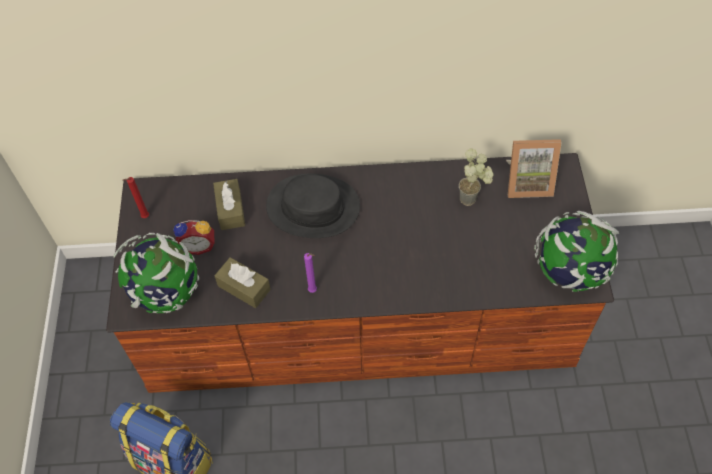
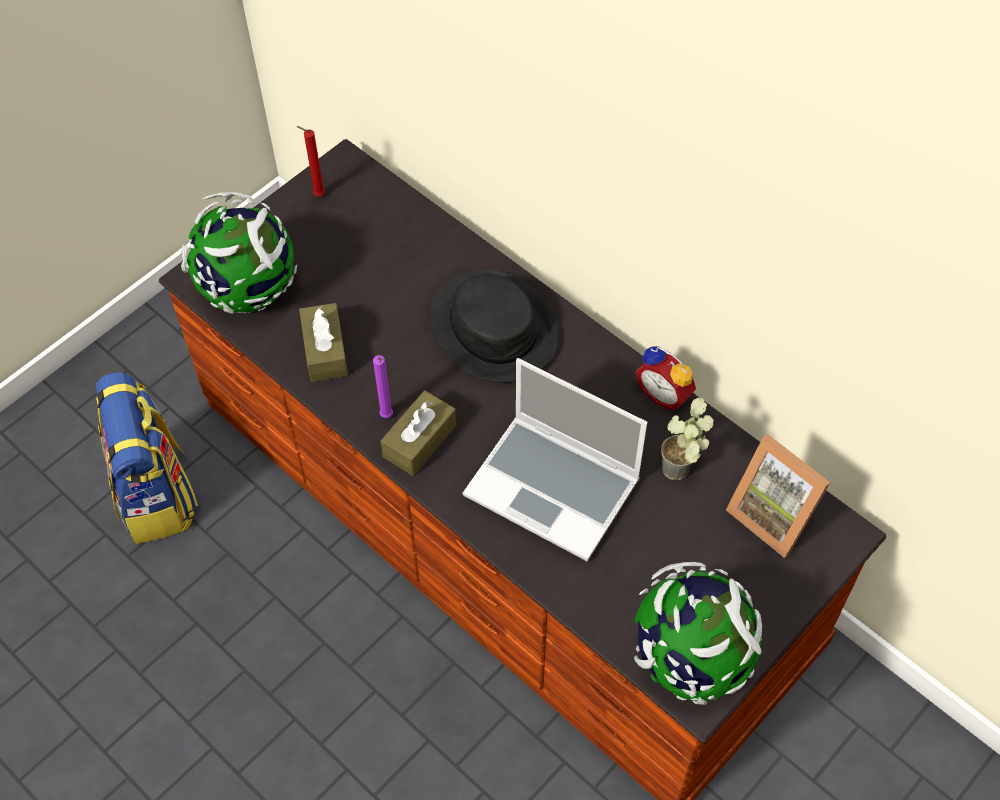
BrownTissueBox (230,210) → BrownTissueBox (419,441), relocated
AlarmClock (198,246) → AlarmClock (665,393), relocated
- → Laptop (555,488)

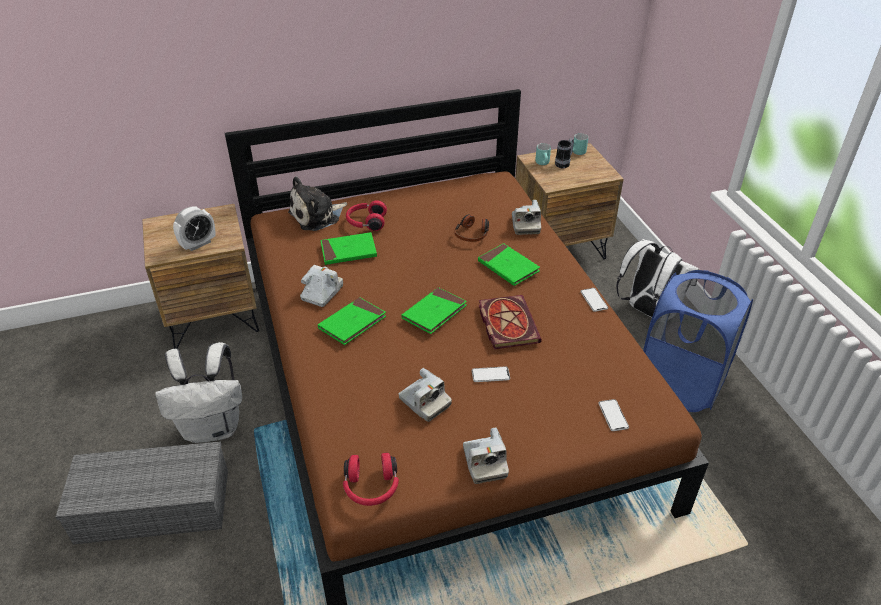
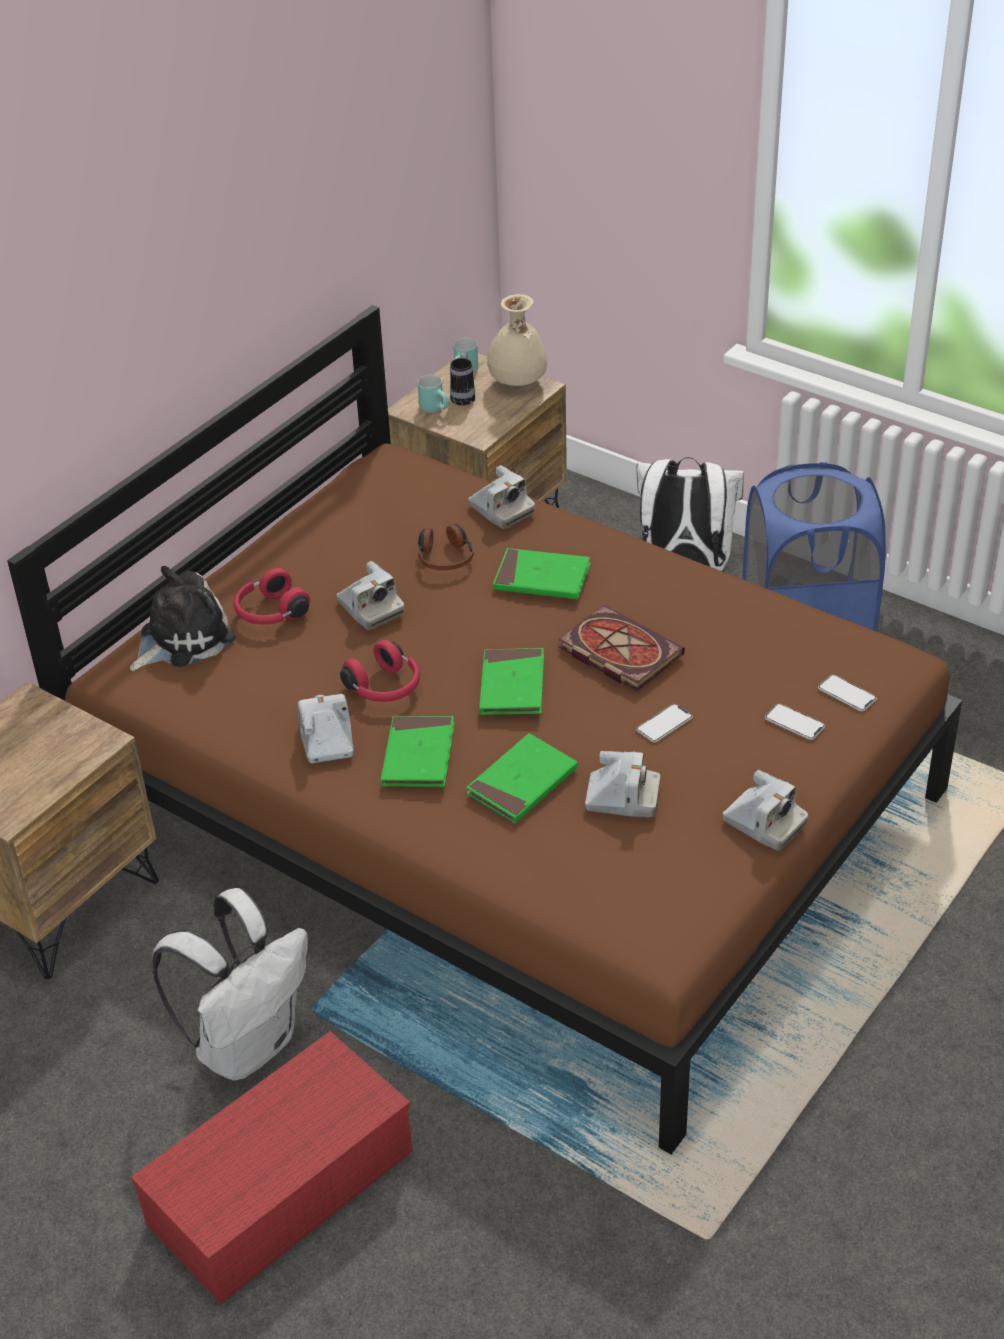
PlushToy (317,216) → PlushToy (182,638), 150 degrees counterclockwise
AlarmClock (198,244) → -
GreenBook (348,251) → GreenBook (522,782), relocated
Phone (593,300) → Phone (794,723), relocated
GreyStorageBox (156,504) → RedStorageBox (282,1183)
RedHeadphones (371,488) → RedHeadphones (385,688), relocated
- → BeigeVase (517,383)
- → PhotoCamera (370,609)

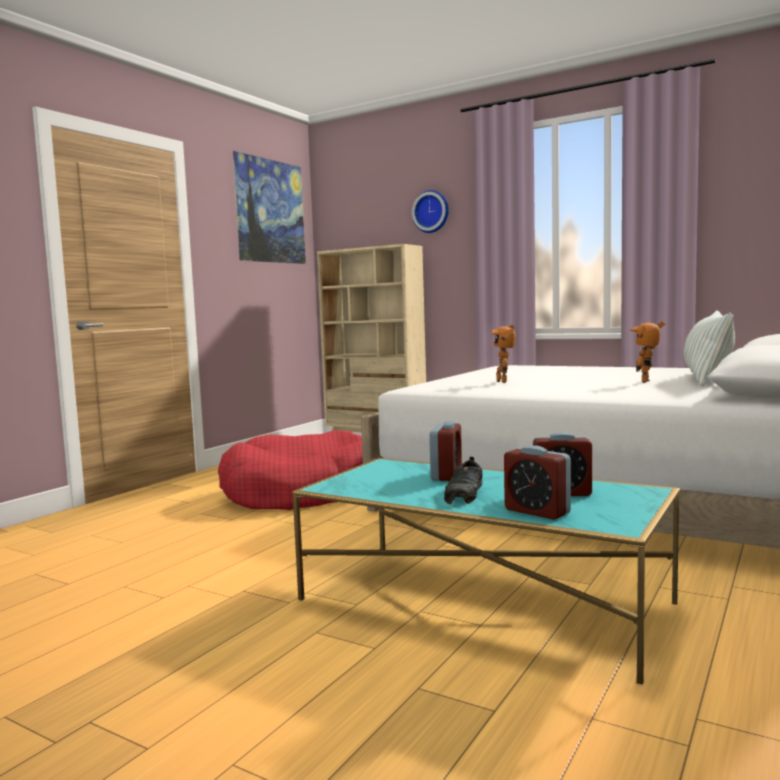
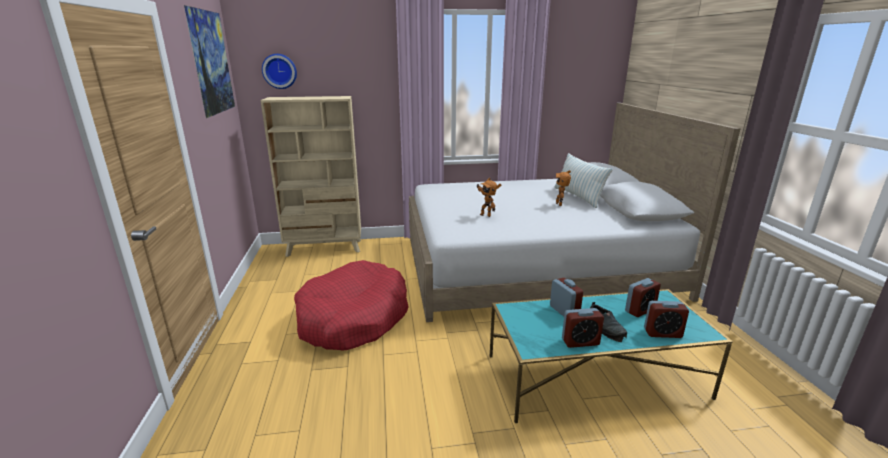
WallClock (431,212) → WallClock (280,71), relocated
- → AlarmClock (580,342)

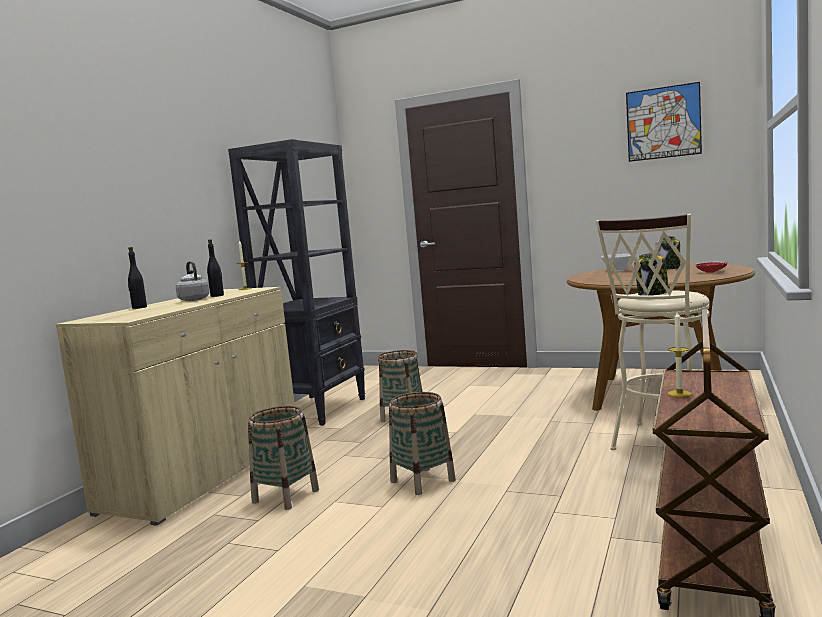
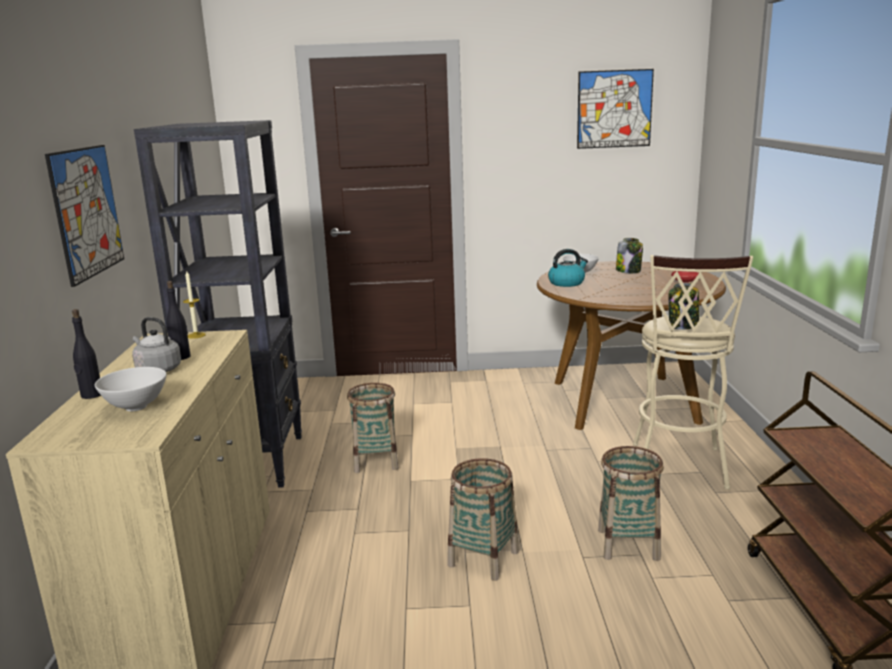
Candle (679,393) → -
Basket (285,496) → Basket (628,544), relocated
- → Picture (87,212)
- → Kettle (567,283)
- → WhiteBowl (135,407)

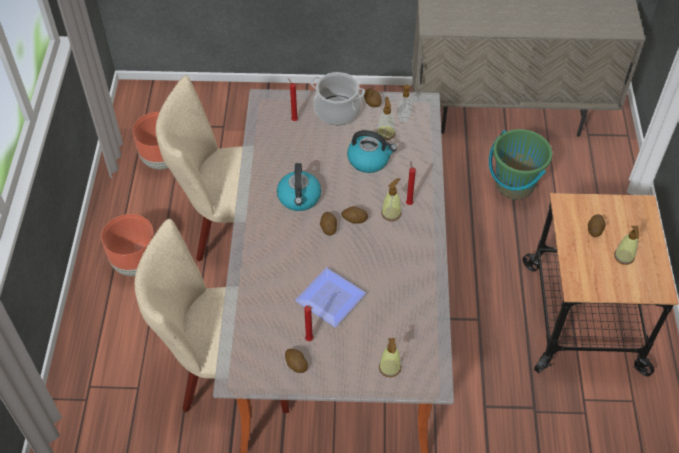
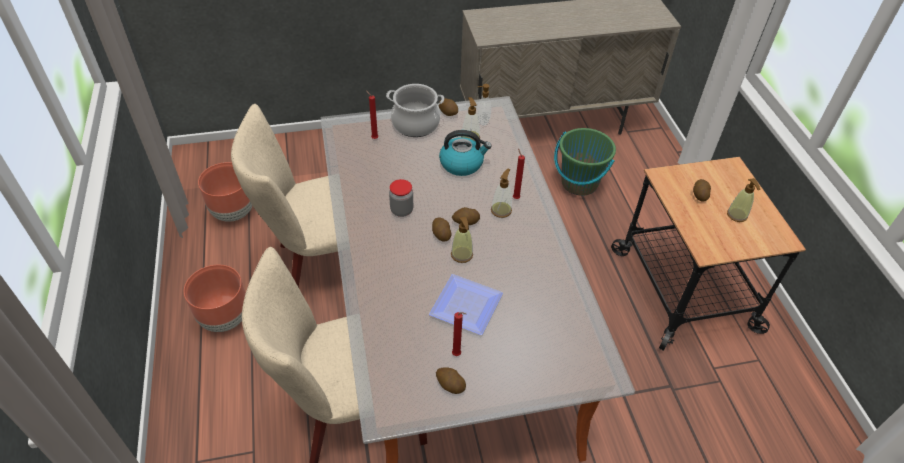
Kettle (299,198) → Jar (401,210)
SoapDispenser (390,368) → SoapDispenser (462,255), relocated

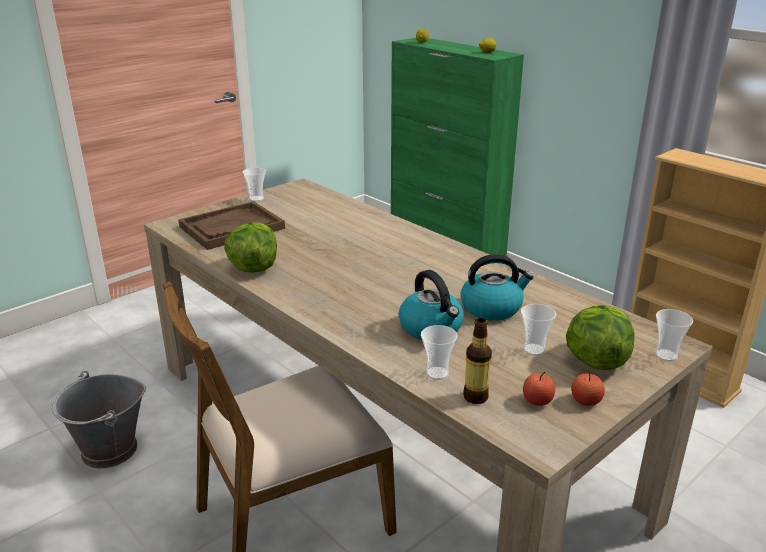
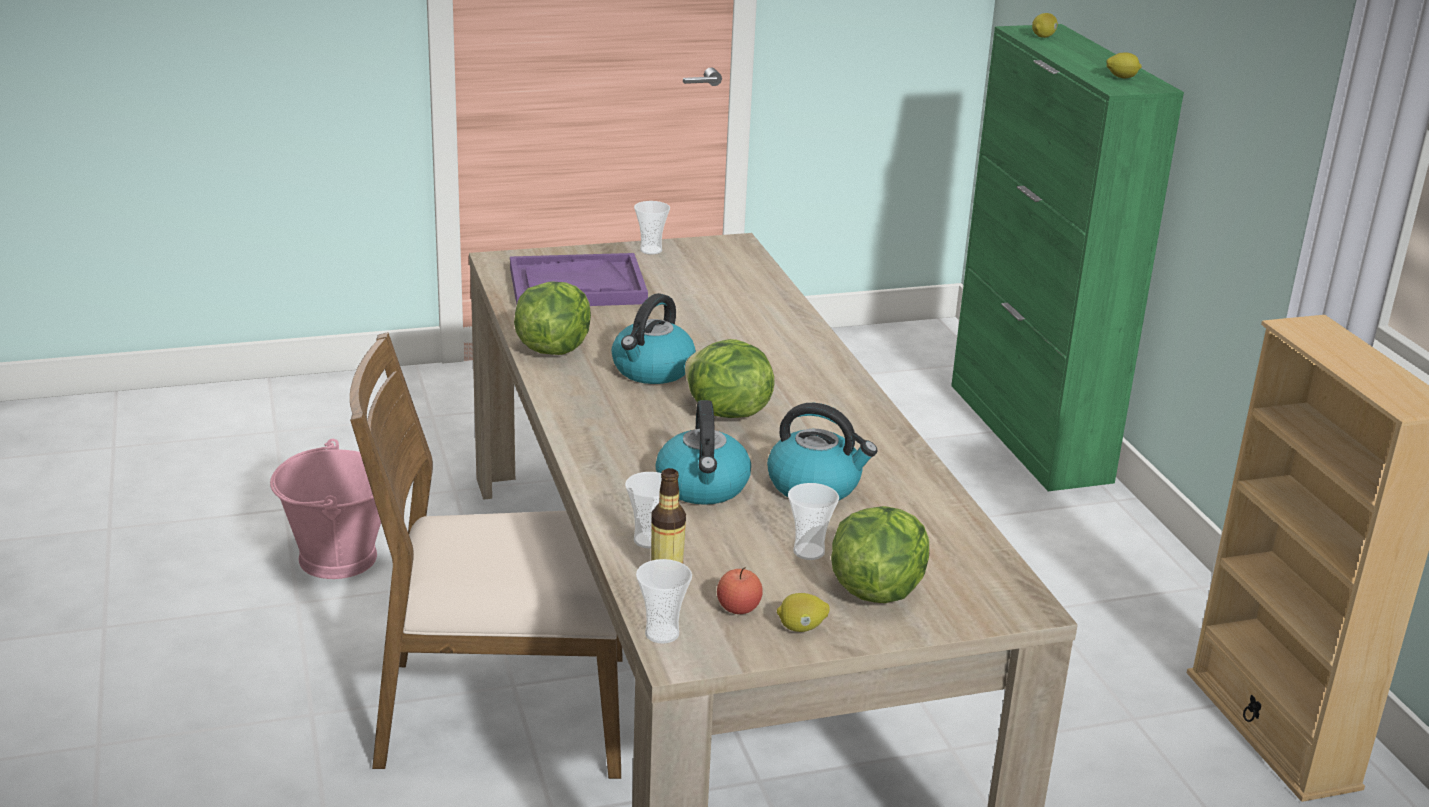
BrownTray (232,228) → PurpleTray (577,286)
Cup (666,355) → Cup (662,633), relocated
Apple (586,401) → Lemon (801,628)
GreyBucket (109,450) → PinkBucket (337,558)
- → Kettle (652,370)
- → Lettuce (725,413)

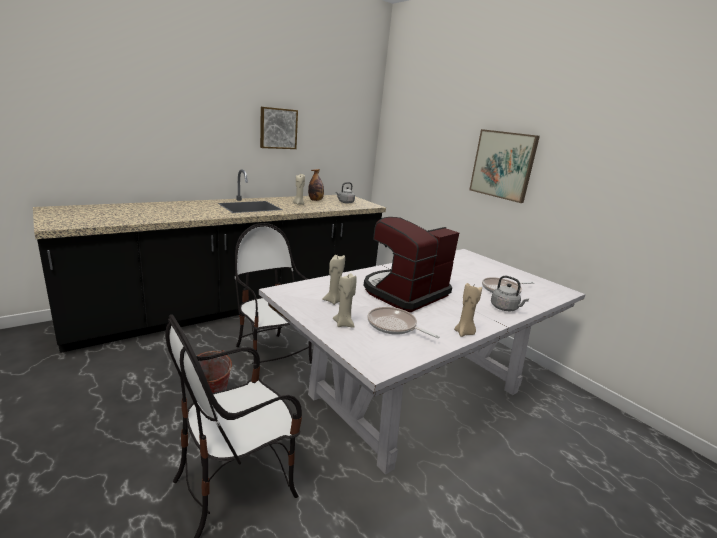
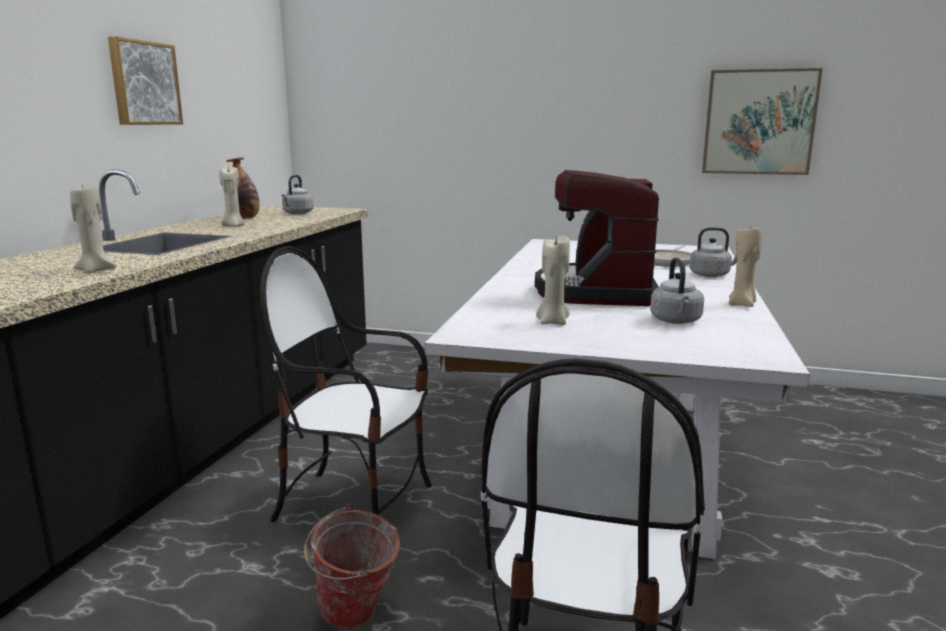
Picture (503,165) → Picture (759,122), relocated
BeigeCandle (344,324) → BeigeCandle (96,270), relocated
FryingPan (394,326) → GreyKettle (676,321)

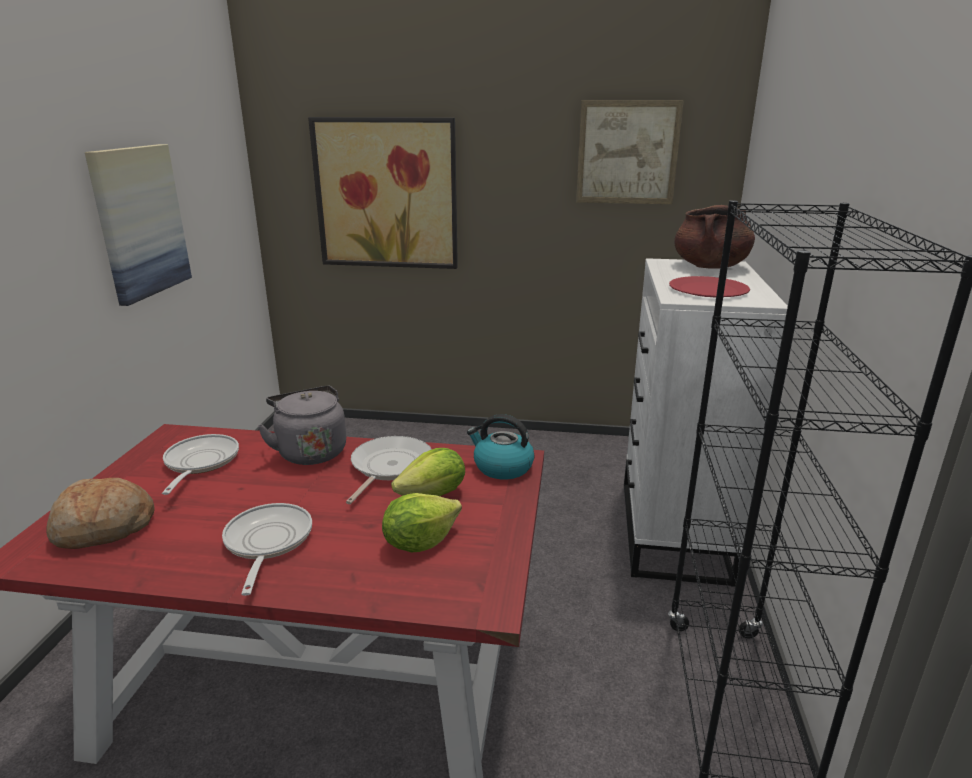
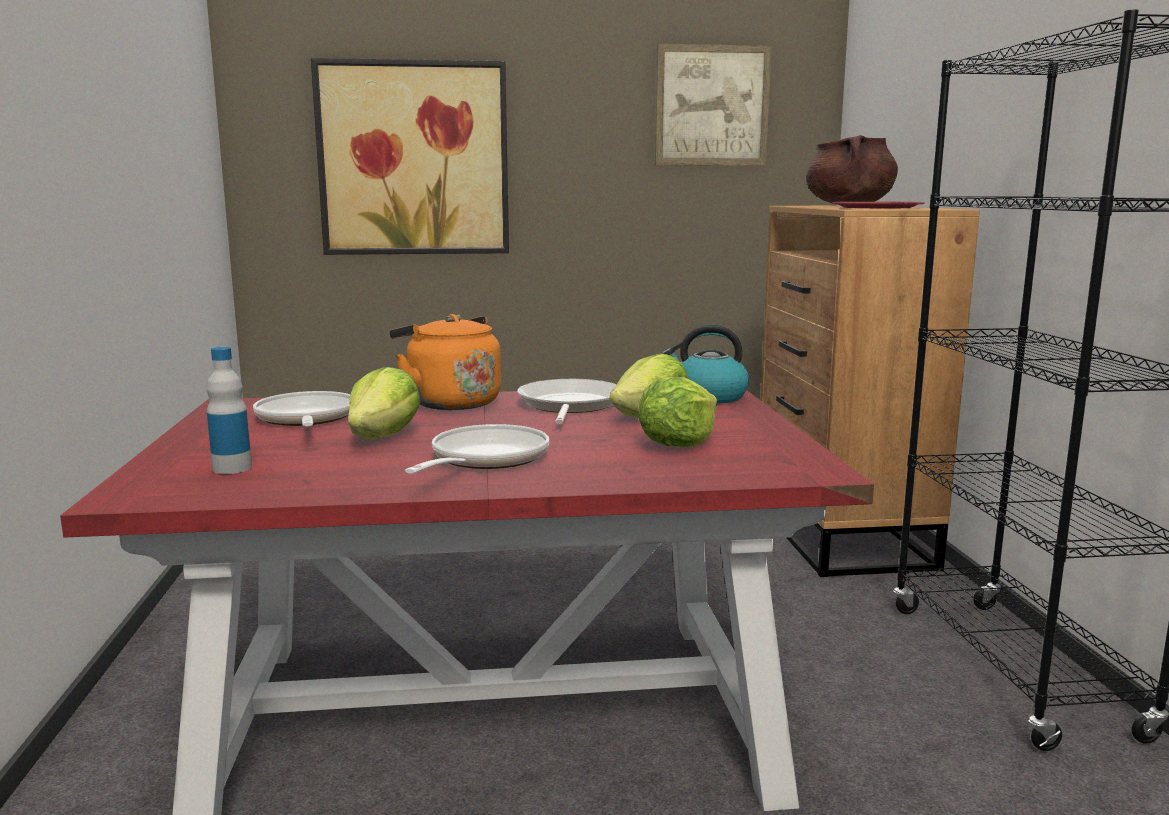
Picture (140,222) → -
WhiteDresser (673,531) → BrownDresser (840,535)
GreyKettle (310,451) → OrangeKettle (449,402)
Bread (103,528) → Bottle (232,468)
FryingPan (267,543) → FryingPan (484,460), 45 degrees clockwise
- → Lettuce (384,437)

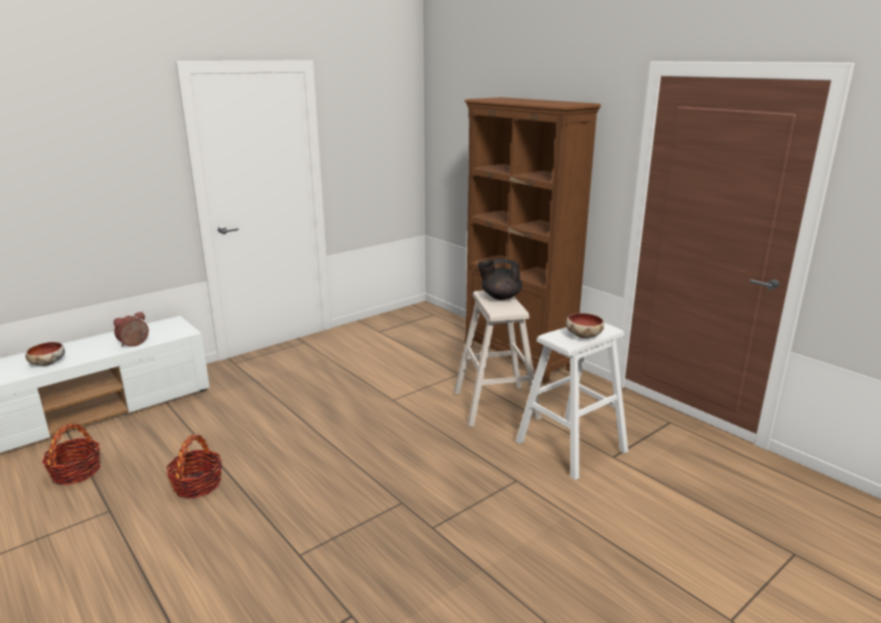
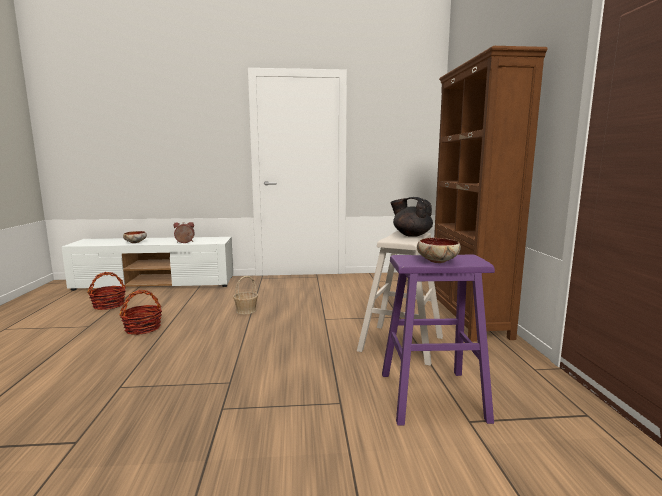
WhiteStool (571,446) → PurpleStool (432,396)
- → Basket (246,310)

